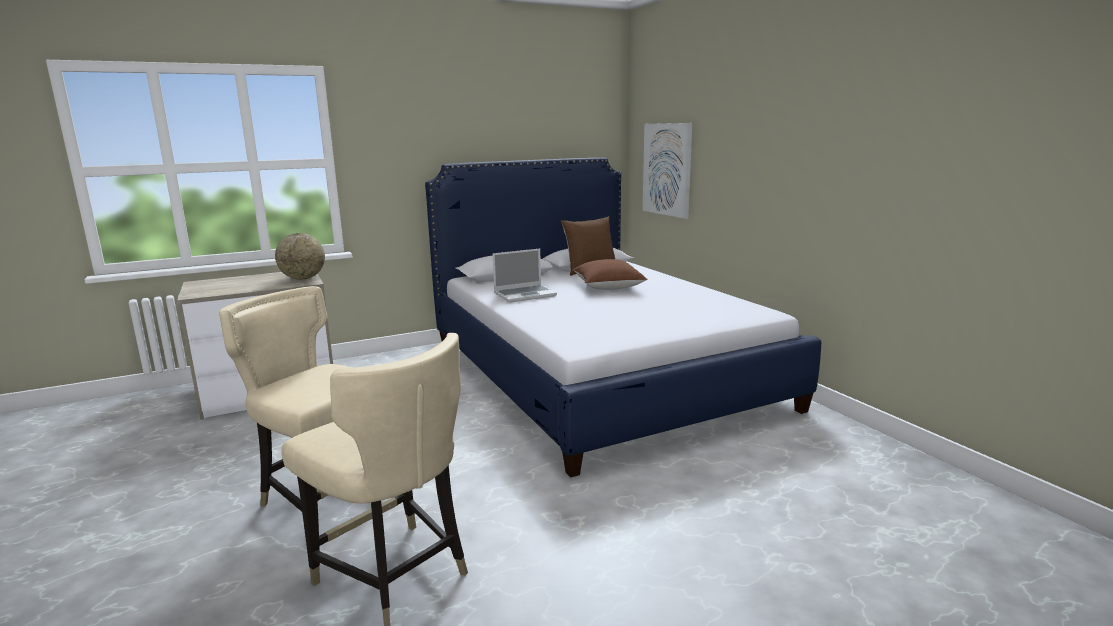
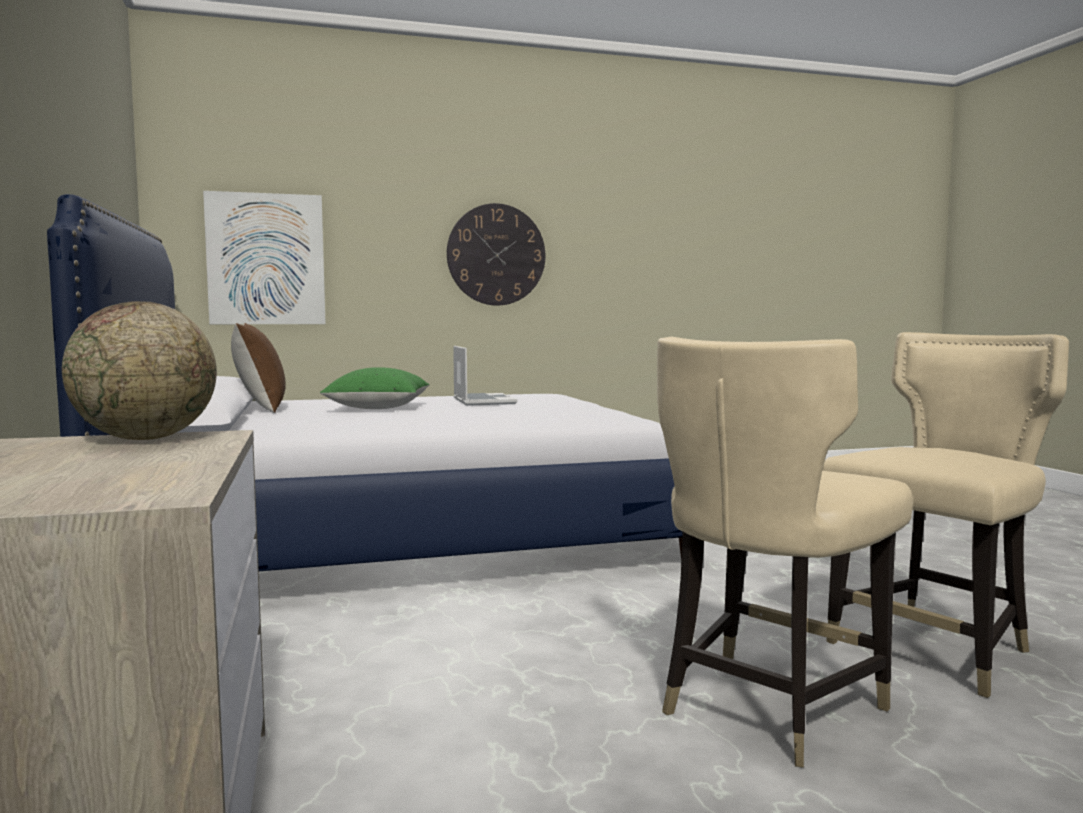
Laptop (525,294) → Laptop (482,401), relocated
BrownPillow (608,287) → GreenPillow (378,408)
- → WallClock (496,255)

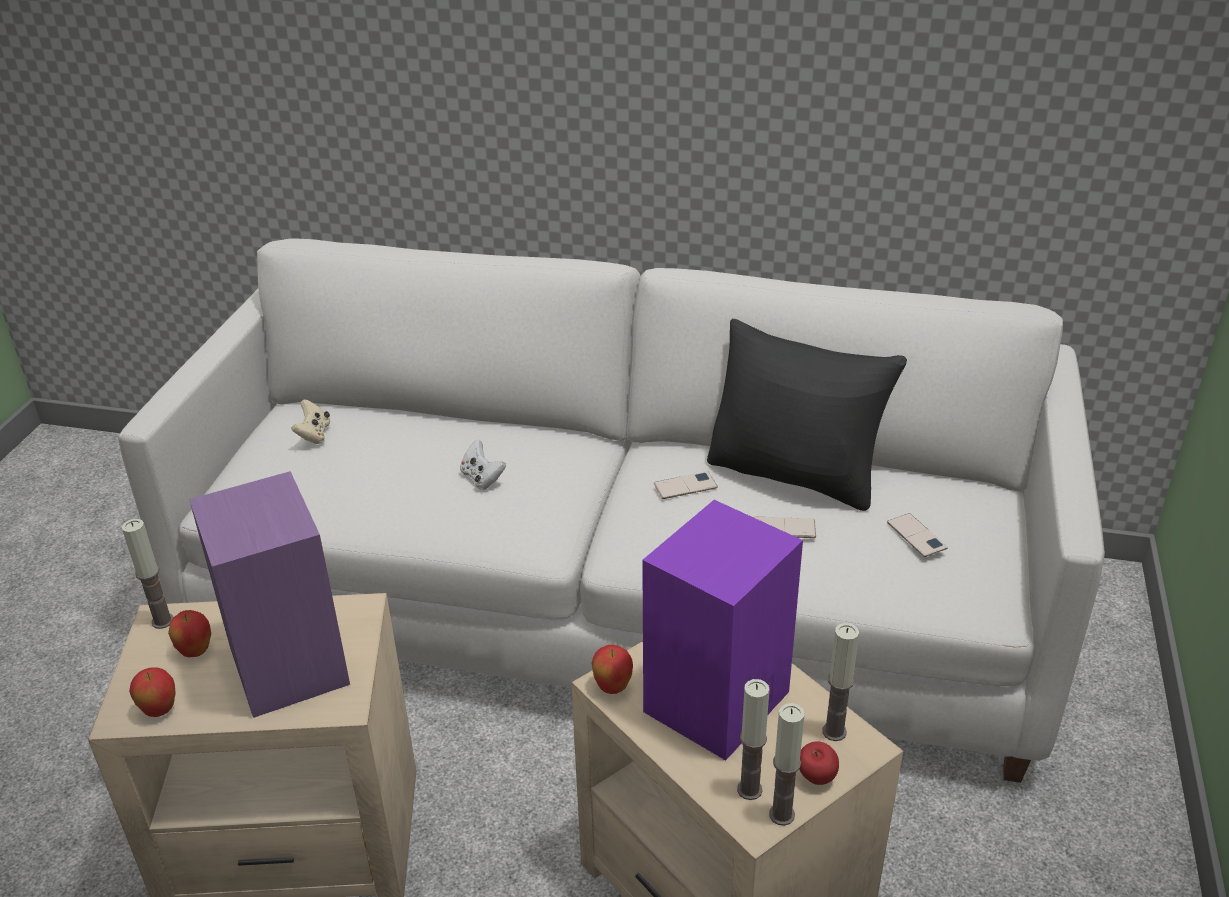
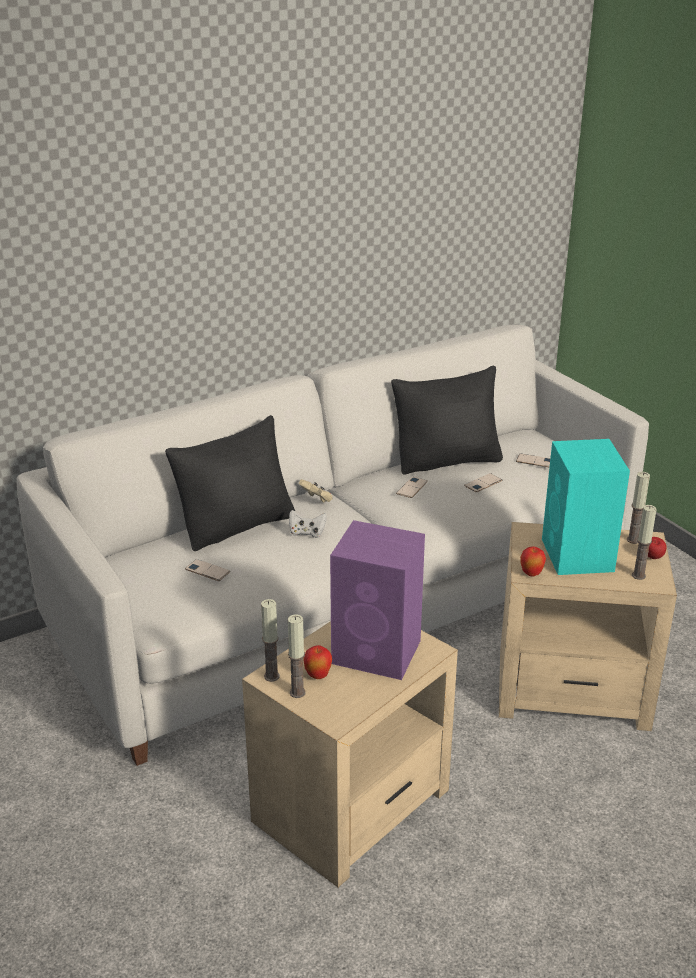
BeigeGameController (314,435) → BeigeGameController (317,499), relocated
PurpleSpeaker (714,704) → TurquoiseSpeaker (578,556)
Apple (160,711) → -
Candle (781,815) → Candle (297,692), relocated
- → BlackPillow (237,526)
- → Phone (207,570)

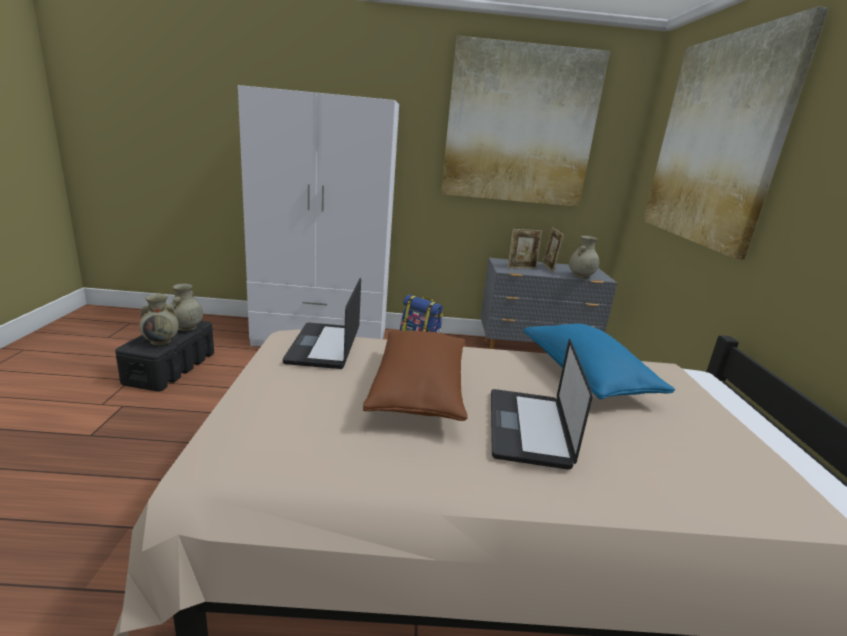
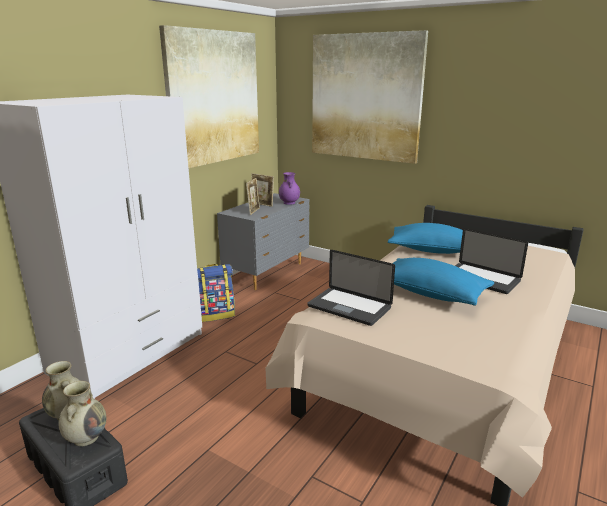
BeigeVase (580,276) → PurpleVase (289,203)
BrownPillow (419,391) → BluePillow (431,293)

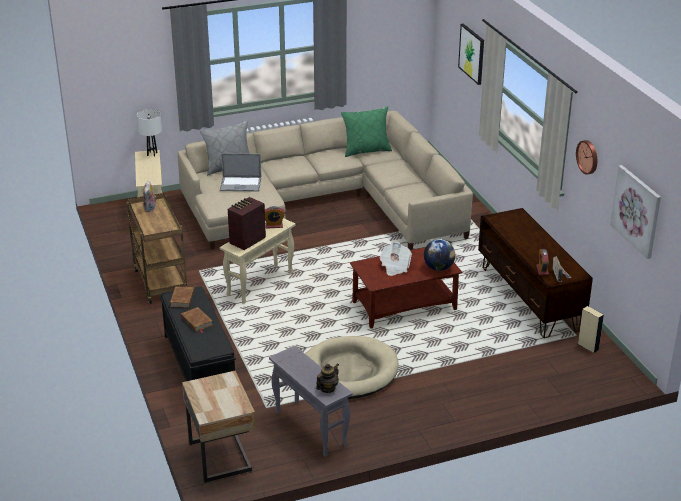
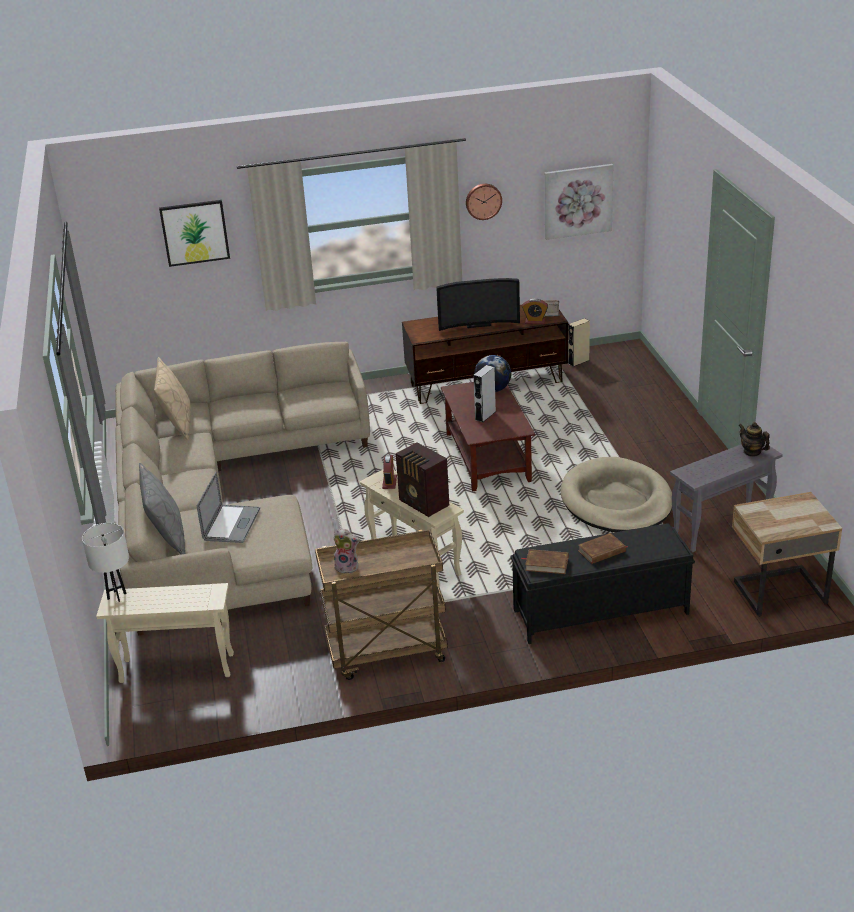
GreenPillow (366,150) → BeigePillow (177,424)
Newspaper (395,267) → GreySpeaker (485,415)
- → Television (477,324)

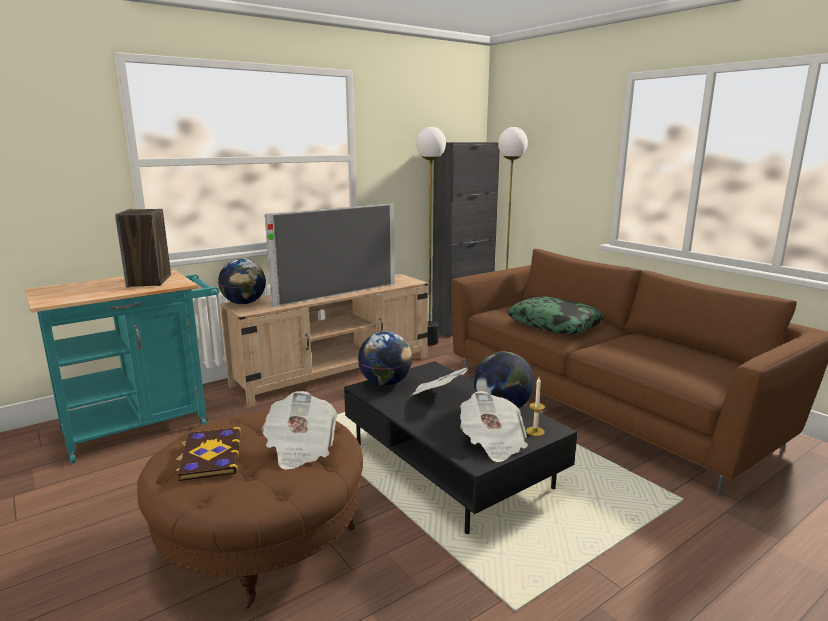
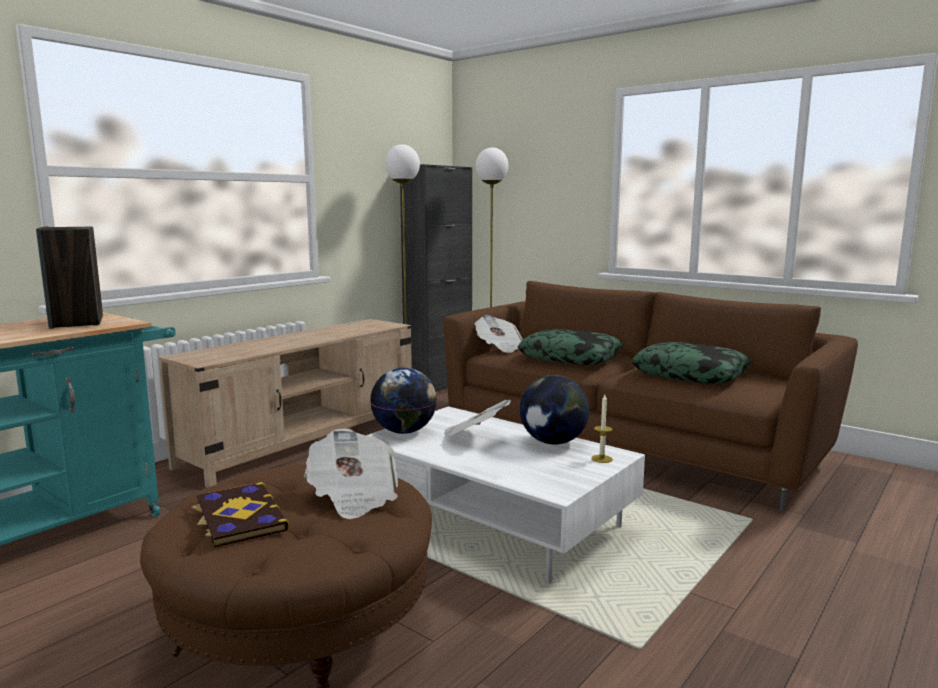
Television (337,294) → -
Globe (244,303) → -
BlackCoffeeTable (451,466) → WhiteCoffeeTable (496,520)
Newspaper (492,442) → Newspaper (499,347), relocated
- → Pillow (690,374)

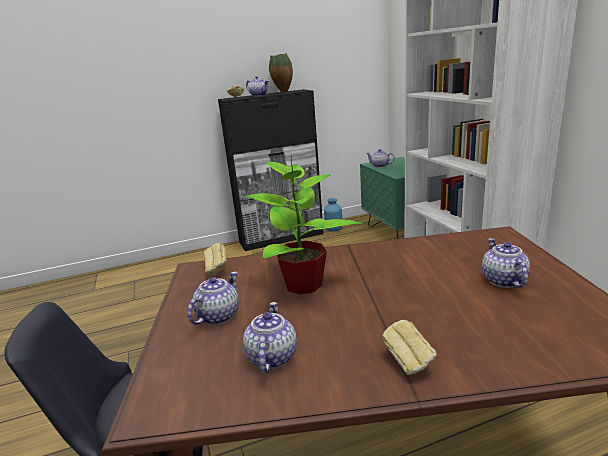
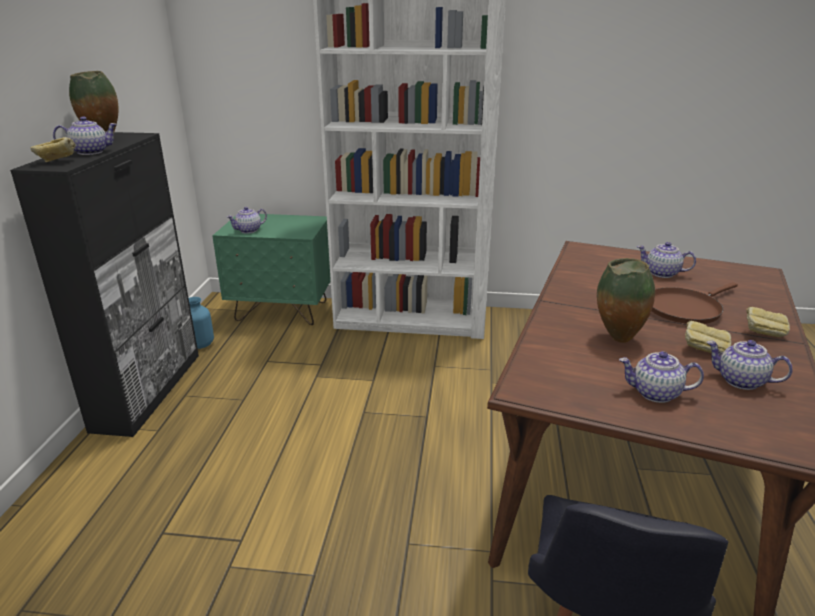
PottedPlant (304,285) → Vase (617,340)
Bread (217,271) → Bread (703,350), relocated
Teapot (218,316) → Teapot (655,393), 45 degrees counterclockwise
- → BrownFryingPan (685,308)

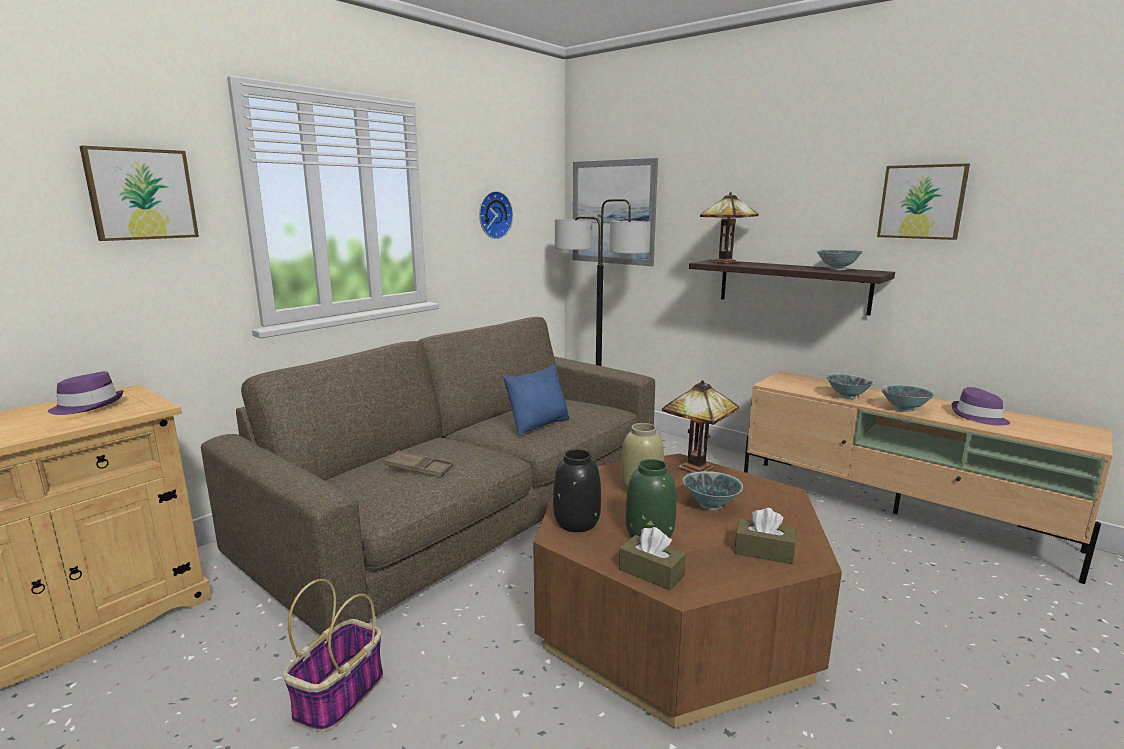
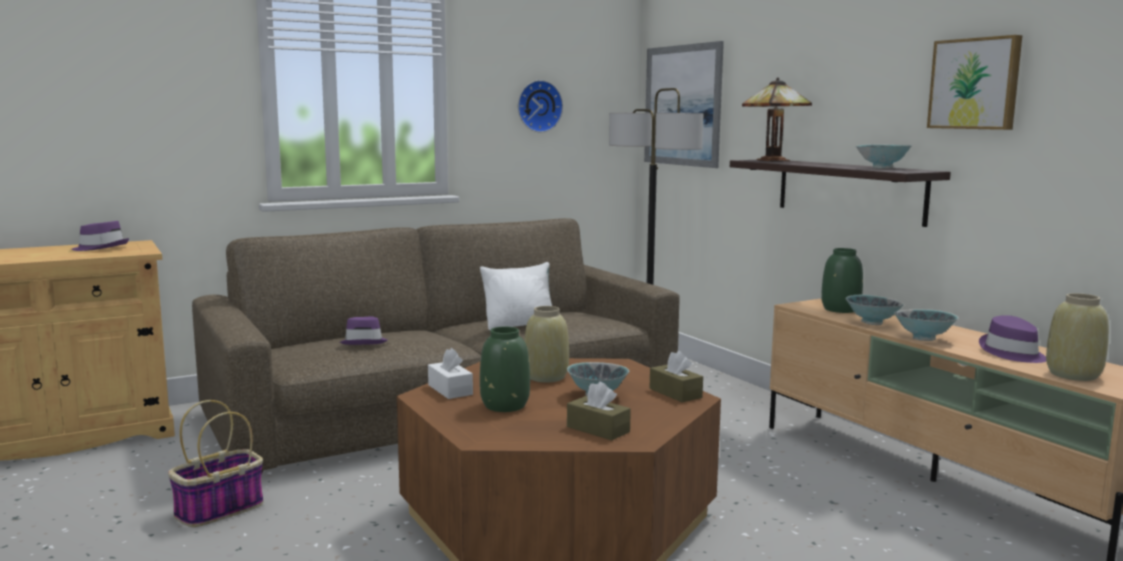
Picture (141,194) → -
BluePillow (539,424) → WhitePillow (520,325)
TableLamp (696,466) → -
BlackVase (576,523) → WhiteTissueBox (450,390)
BrownTray (419,468) → PurpleHat (364,342)
BrownTissueBox (651,572) → BrownTissueBox (675,393), relocated
- → GreenVase (841,309)
- → BeigeVase (1072,375)

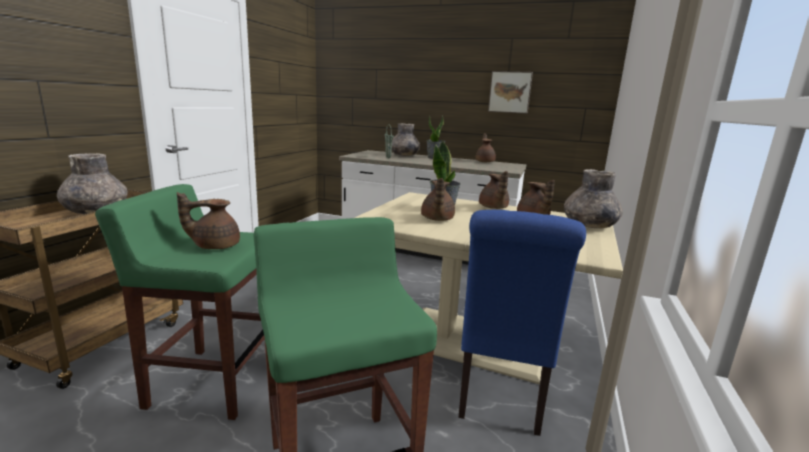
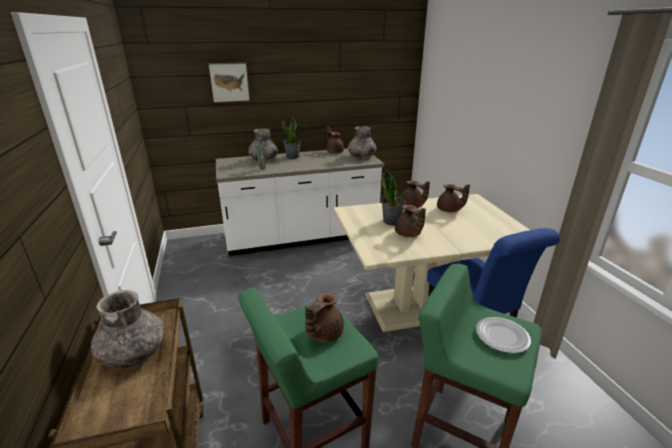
Picture (510,92) → Picture (229,82), relocated
GreyVase (589,225) → GreyVase (361,156), relocated
- → Plate (502,337)

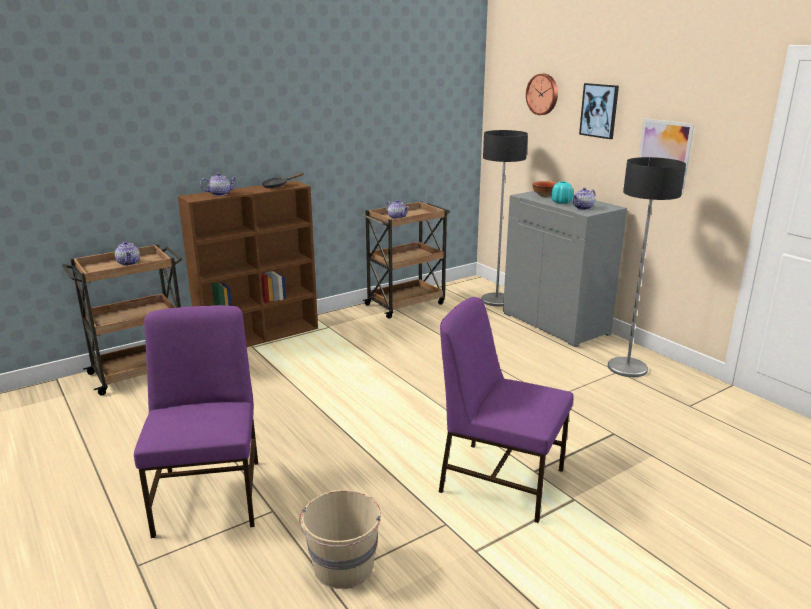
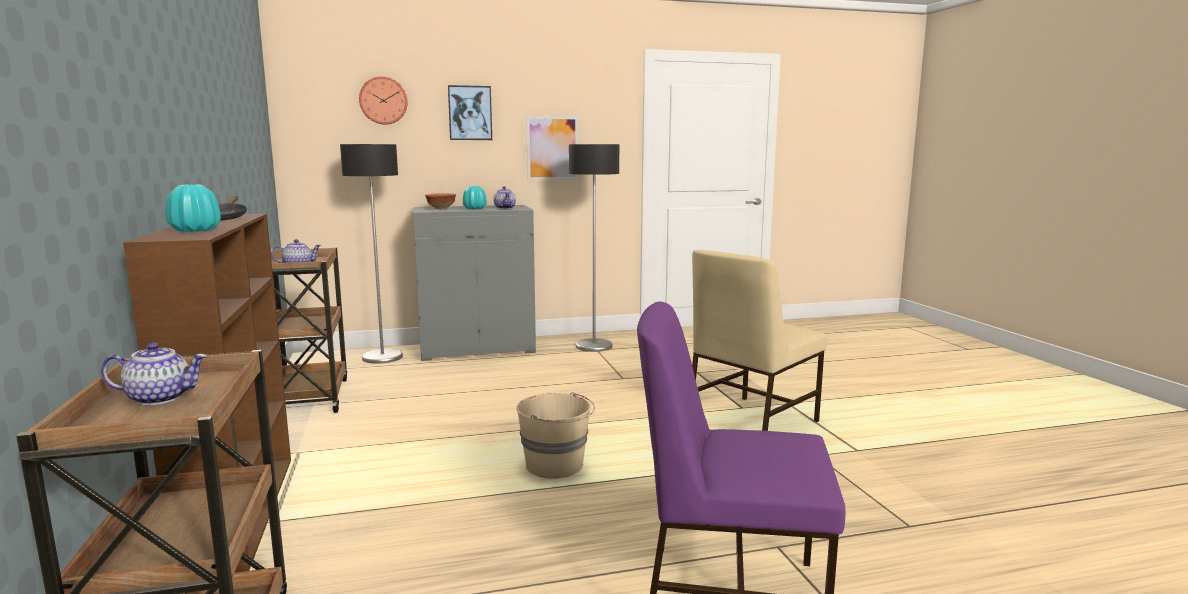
Teapot (220,194) → TurquoiseVase (195,230)
PurpleChair (500,479) → BeigeChair (750,422)
BeigeBucket (343,567) → BeigeBucket (555,465), relocated

